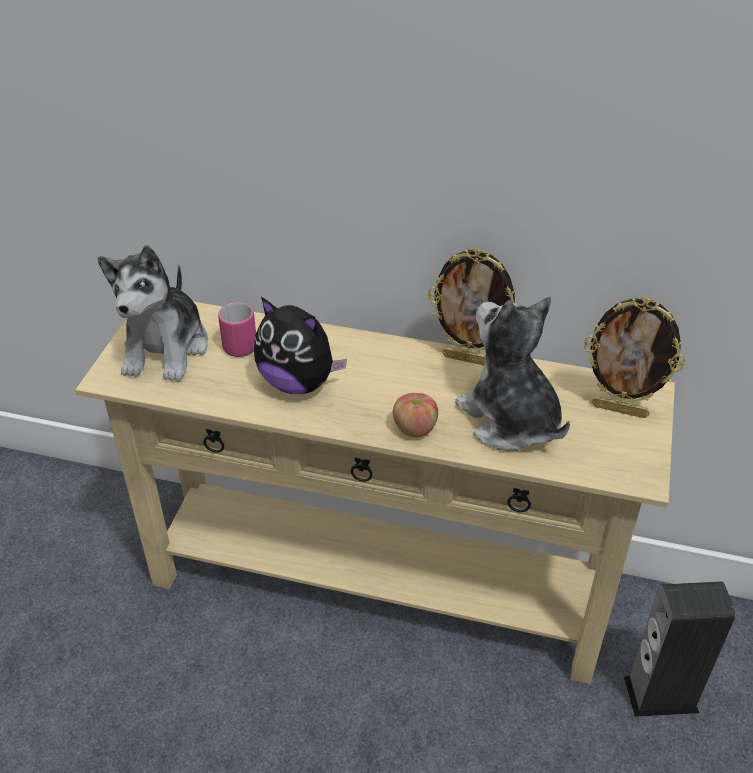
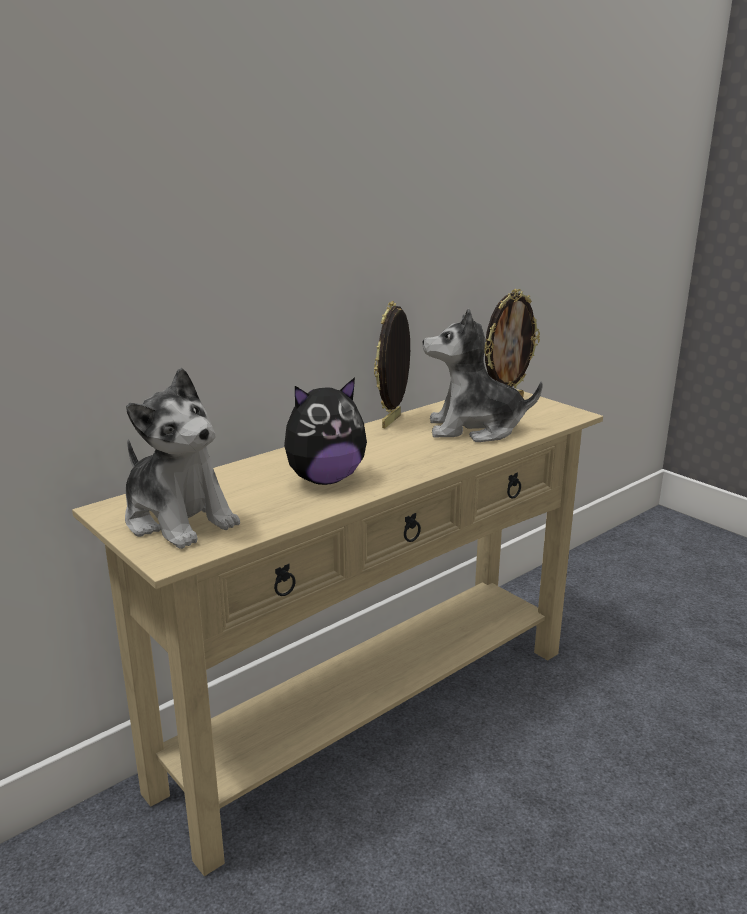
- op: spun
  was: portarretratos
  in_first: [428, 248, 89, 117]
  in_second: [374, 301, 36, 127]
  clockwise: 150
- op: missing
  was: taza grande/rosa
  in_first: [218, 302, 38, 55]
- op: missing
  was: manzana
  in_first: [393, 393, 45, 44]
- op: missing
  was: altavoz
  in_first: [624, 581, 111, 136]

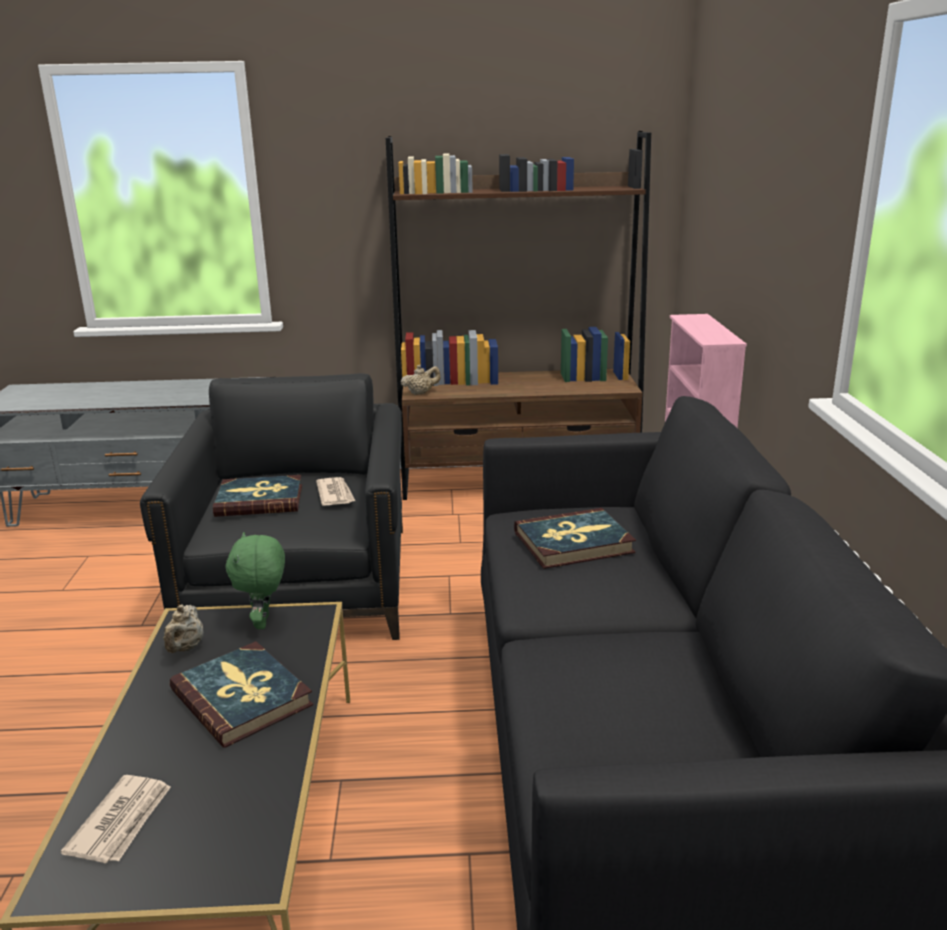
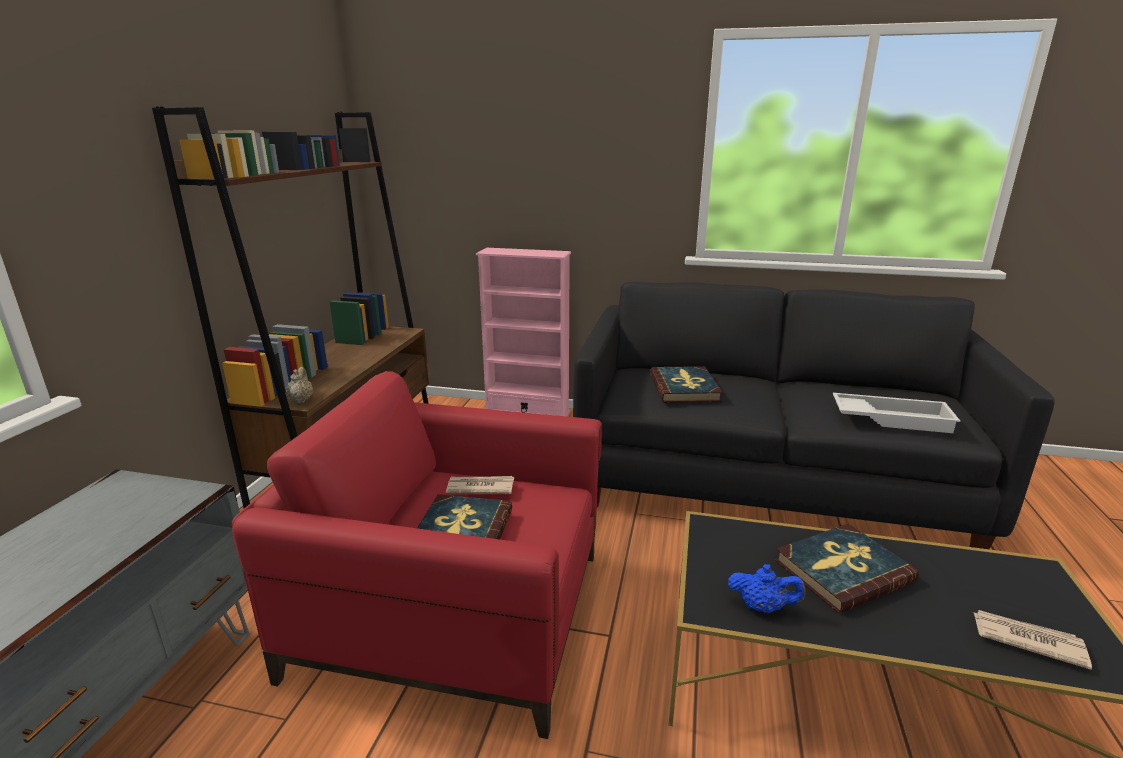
- op: colour
  was: sillón/negro
  now: sillón/rojo
  in_first: [140, 373, 263, 267]
  in_second: [232, 371, 370, 368]
- op: missing
  was: peluche/verde
  in_first: [226, 532, 59, 97]
- op: colour
  was: tetera/beis
  now: tetera/azul
  in_first: [163, 605, 40, 48]
  in_second: [728, 564, 77, 49]
- op: appeared
  now: bandeja/blanco
  in_second: [833, 393, 127, 40]

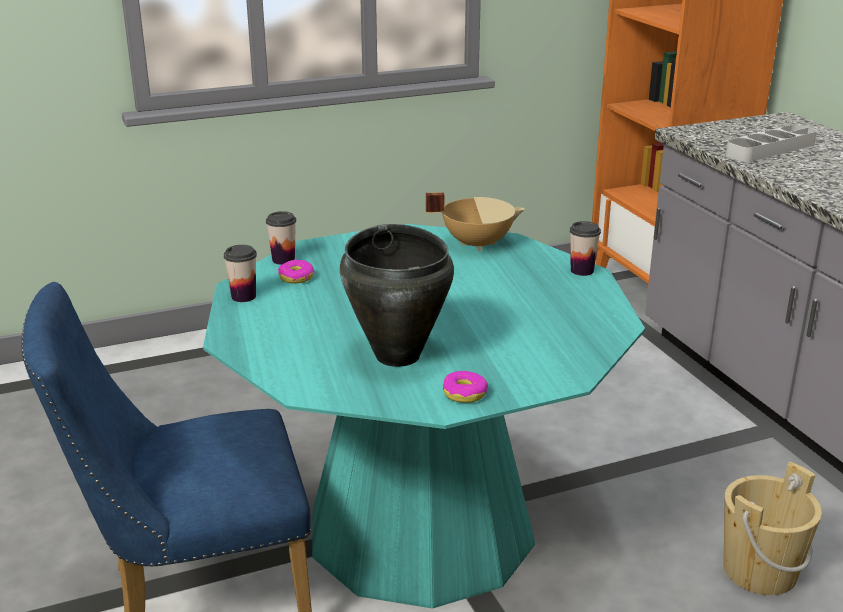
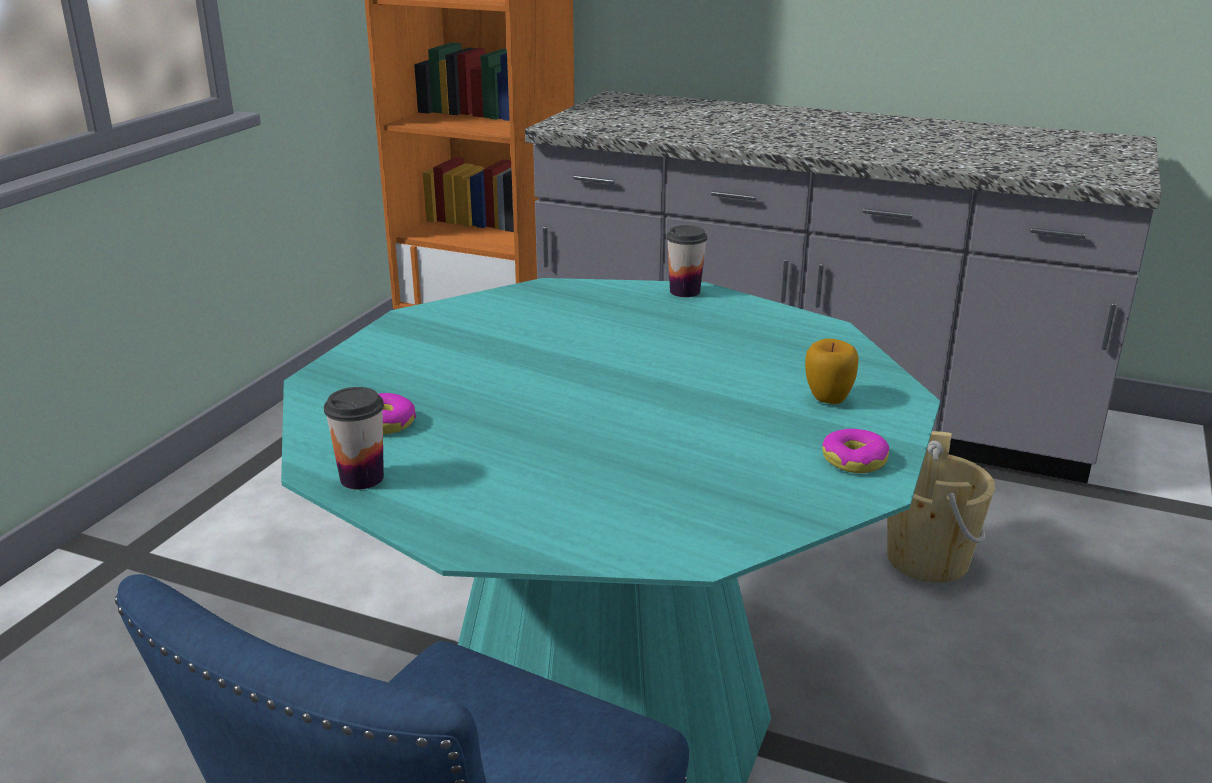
- op: missing
  was: bandeja/gris
  in_first: [726, 125, 91, 37]
- op: missing
  was: olla/beis
  in_first: [426, 192, 99, 59]
- op: missing
  was: taza
  in_first: [266, 211, 30, 54]
- op: missing
  was: olla/negro
  in_first: [340, 224, 114, 143]
- op: appeared
  now: manzana
  in_second: [805, 339, 53, 65]

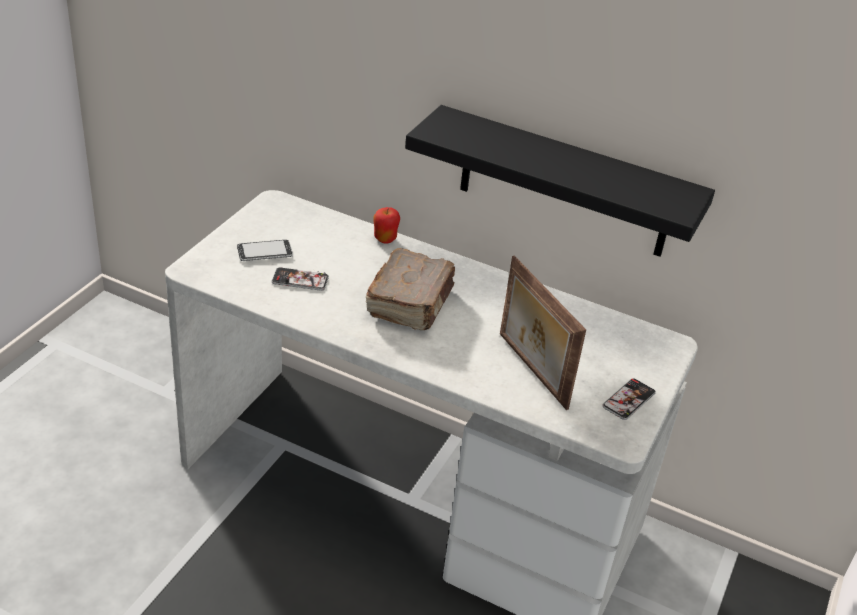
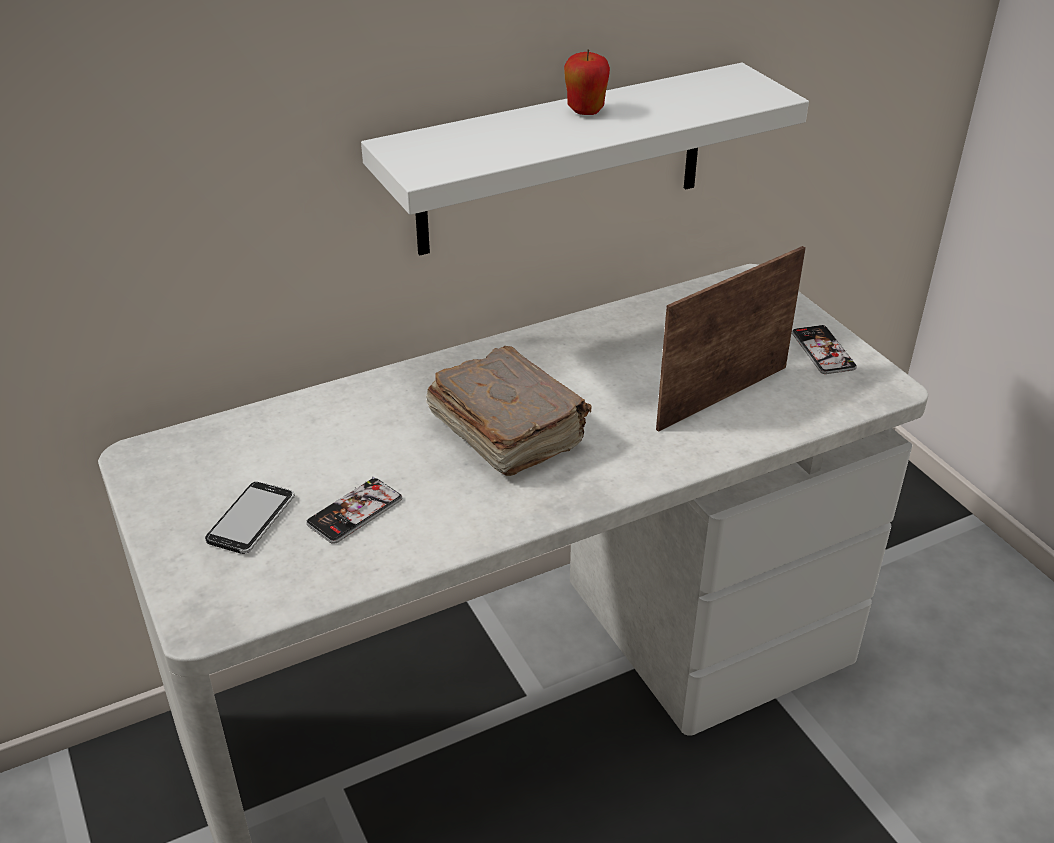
- op: colour
  was: estante/negro
  now: estante/blanco
  in_first: [405, 105, 310, 152]
  in_second: [361, 63, 448, 192]
- op: relocated
  was: manzana
  in_first: [373, 207, 27, 37]
  in_second: [564, 50, 46, 65]
- op: spun
  was: portarretratos
  in_first: [500, 256, 86, 154]
  in_second: [656, 246, 150, 186]
  clockwise: 135

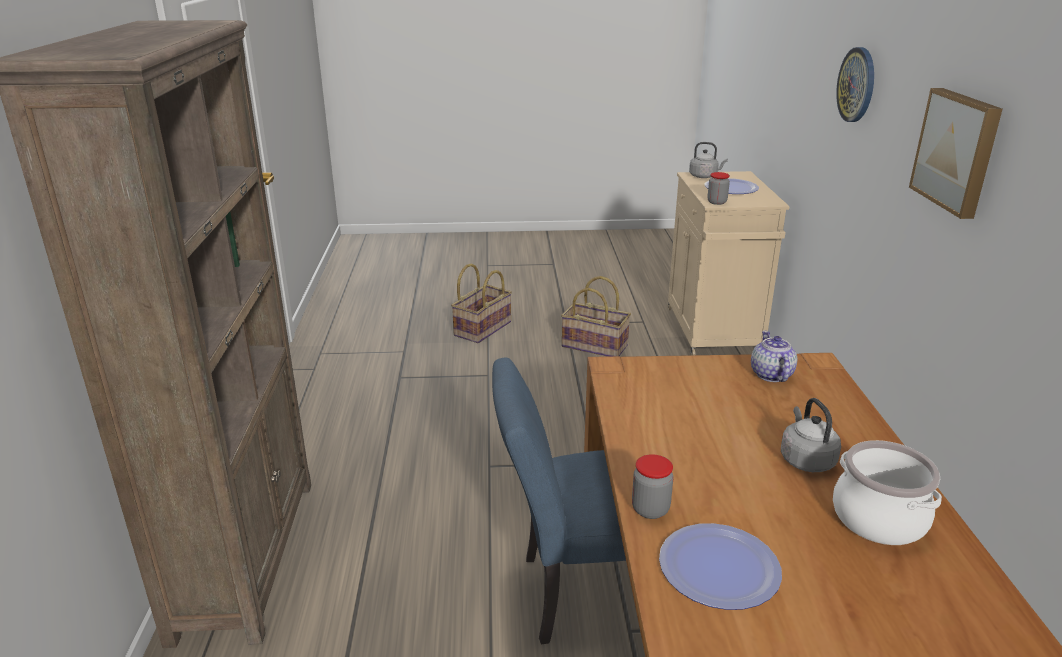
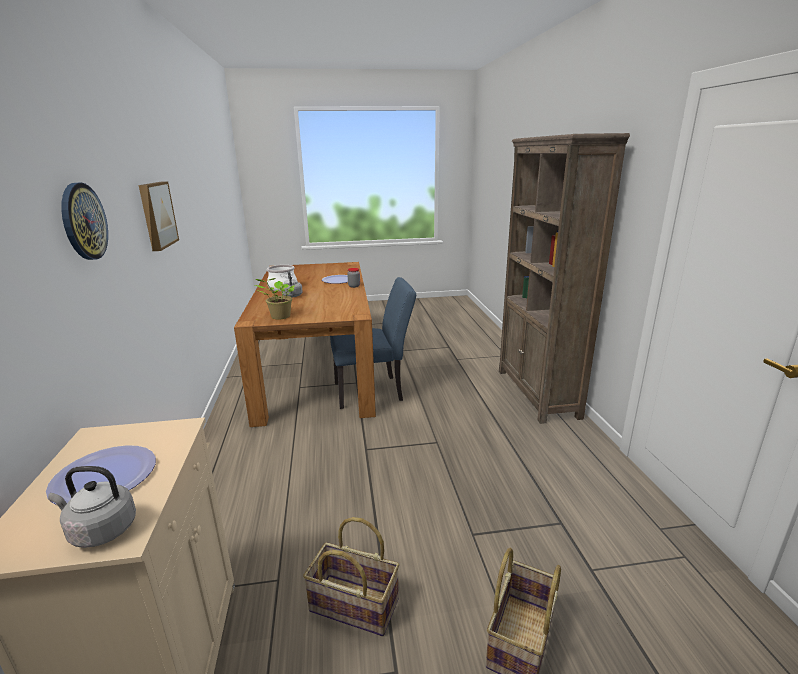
- op: missing
  was: tarro
  in_first: [707, 172, 23, 33]
- op: exchanged
  was: tetera
  now: planta en maceta
  in_first: [751, 331, 46, 51]
  in_second: [255, 278, 39, 42]

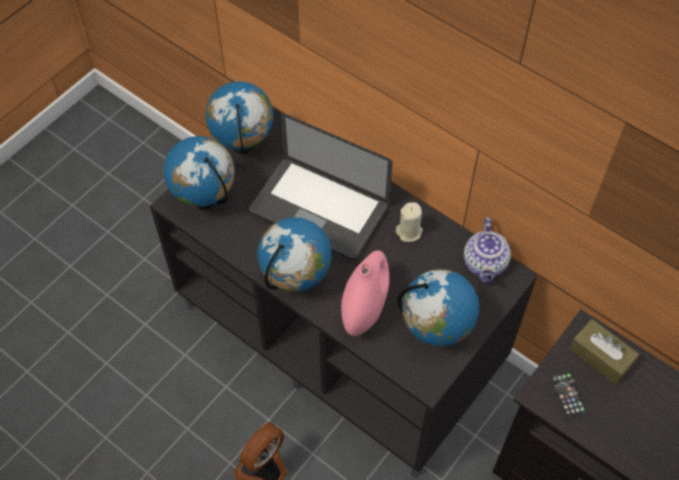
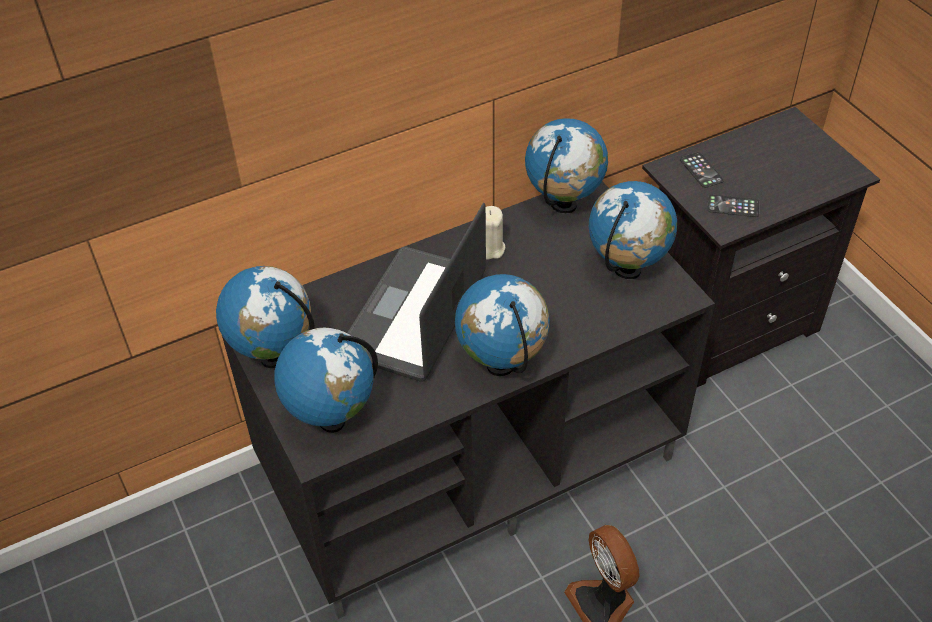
- op: spun
  was: portátil
  in_first: [249, 113, 144, 147]
  in_second: [347, 203, 139, 179]
  clockwise: 150
- op: exchanged
  was: tetera
  now: globo terráqueo
  in_first: [464, 217, 47, 66]
  in_second: [525, 118, 83, 96]
- op: missing
  was: florero/rosa
  in_first: [341, 250, 48, 86]
- op: exchanged
  was: caja de pañuelos/marrón
  now: móvil
  in_first: [569, 319, 70, 66]
  in_second: [680, 152, 44, 36]

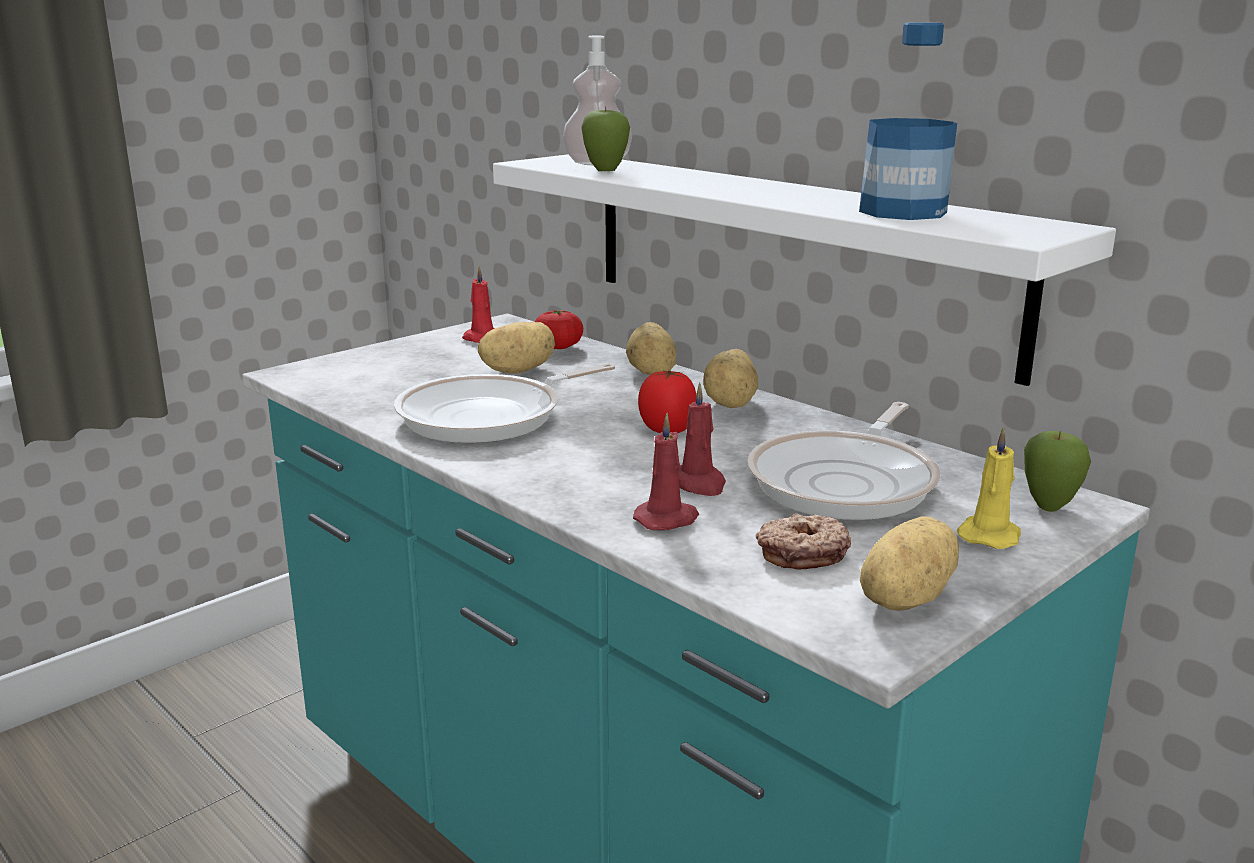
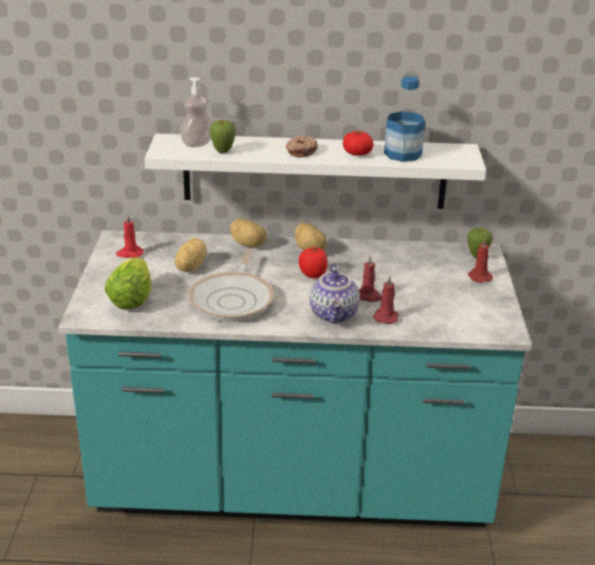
- op: relocated
  was: tomate
  in_first: [535, 310, 48, 39]
  in_second: [343, 131, 31, 25]
- op: missing
  was: sartén
  in_first: [747, 402, 194, 118]
- op: colour
  was: vela/amarillo
  now: vela/rojo
  in_first: [957, 427, 64, 122]
  in_second: [468, 237, 25, 46]
- op: relocated
  was: rosquilla
  in_first: [756, 513, 95, 57]
  in_second: [286, 136, 32, 21]
- op: missing
  was: patata
  in_first: [860, 517, 99, 94]
- op: appeared
  now: lechuga
  in_second: [105, 257, 46, 53]
- op: appeared
  now: tetera
  in_second: [310, 264, 50, 59]

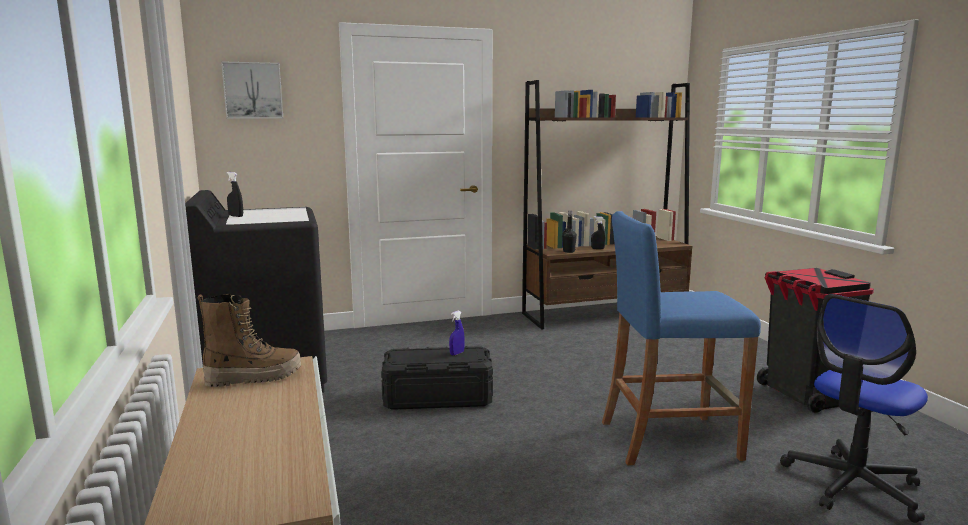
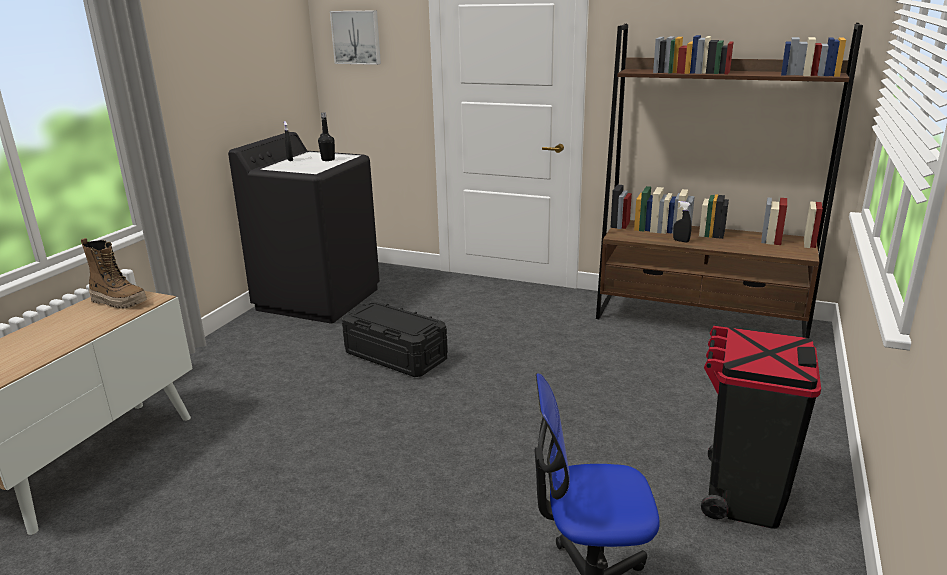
- op: relocated
  was: botella/negro
  in_first: [562, 211, 15, 42]
  in_second: [318, 113, 17, 48]
- op: missing
  was: taburete/azul
  in_first: [602, 211, 159, 254]
- op: missing
  was: pulverizador/azul
  in_first: [449, 311, 16, 45]

